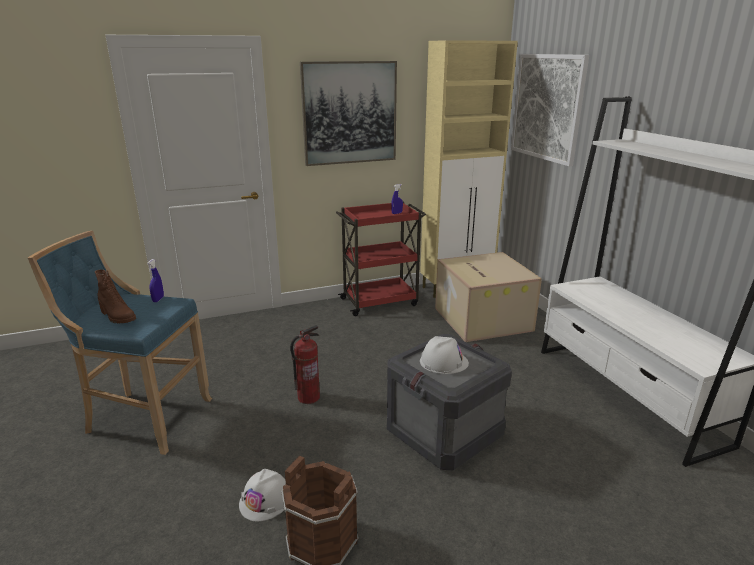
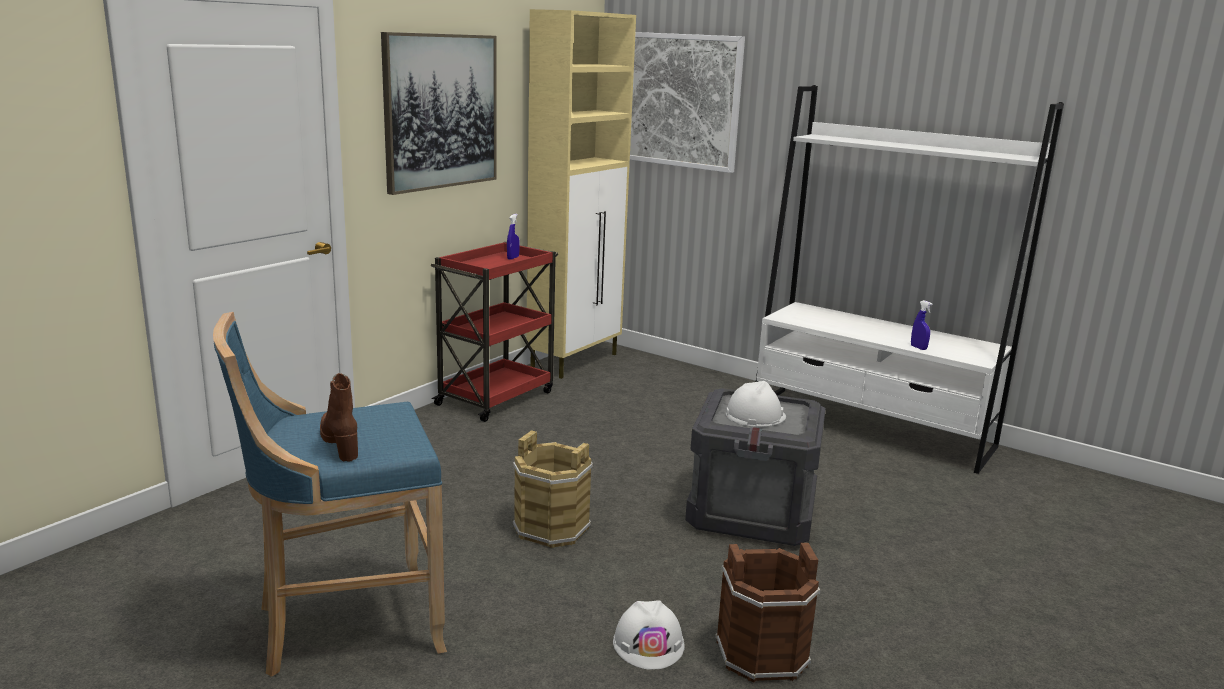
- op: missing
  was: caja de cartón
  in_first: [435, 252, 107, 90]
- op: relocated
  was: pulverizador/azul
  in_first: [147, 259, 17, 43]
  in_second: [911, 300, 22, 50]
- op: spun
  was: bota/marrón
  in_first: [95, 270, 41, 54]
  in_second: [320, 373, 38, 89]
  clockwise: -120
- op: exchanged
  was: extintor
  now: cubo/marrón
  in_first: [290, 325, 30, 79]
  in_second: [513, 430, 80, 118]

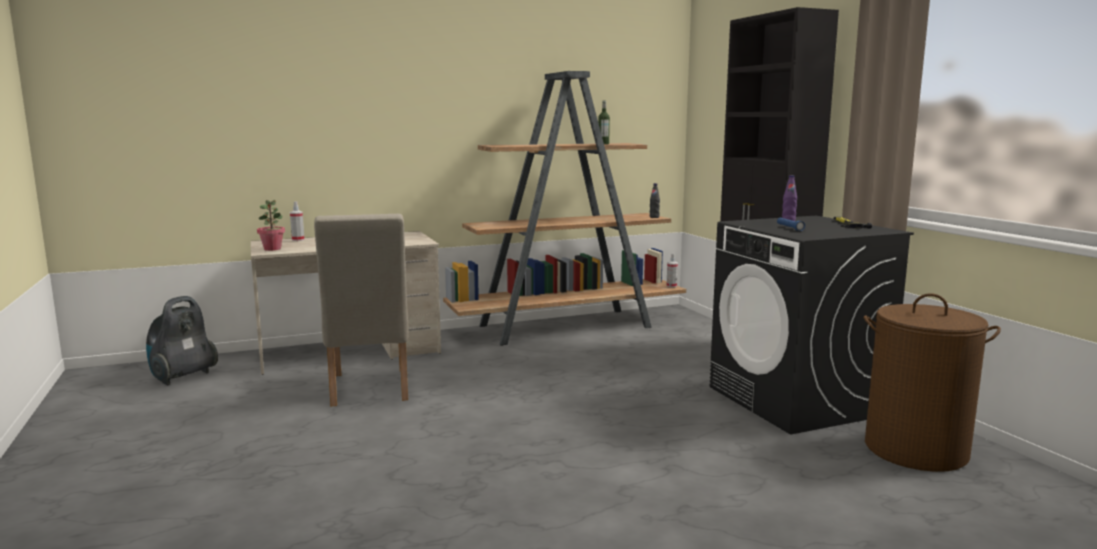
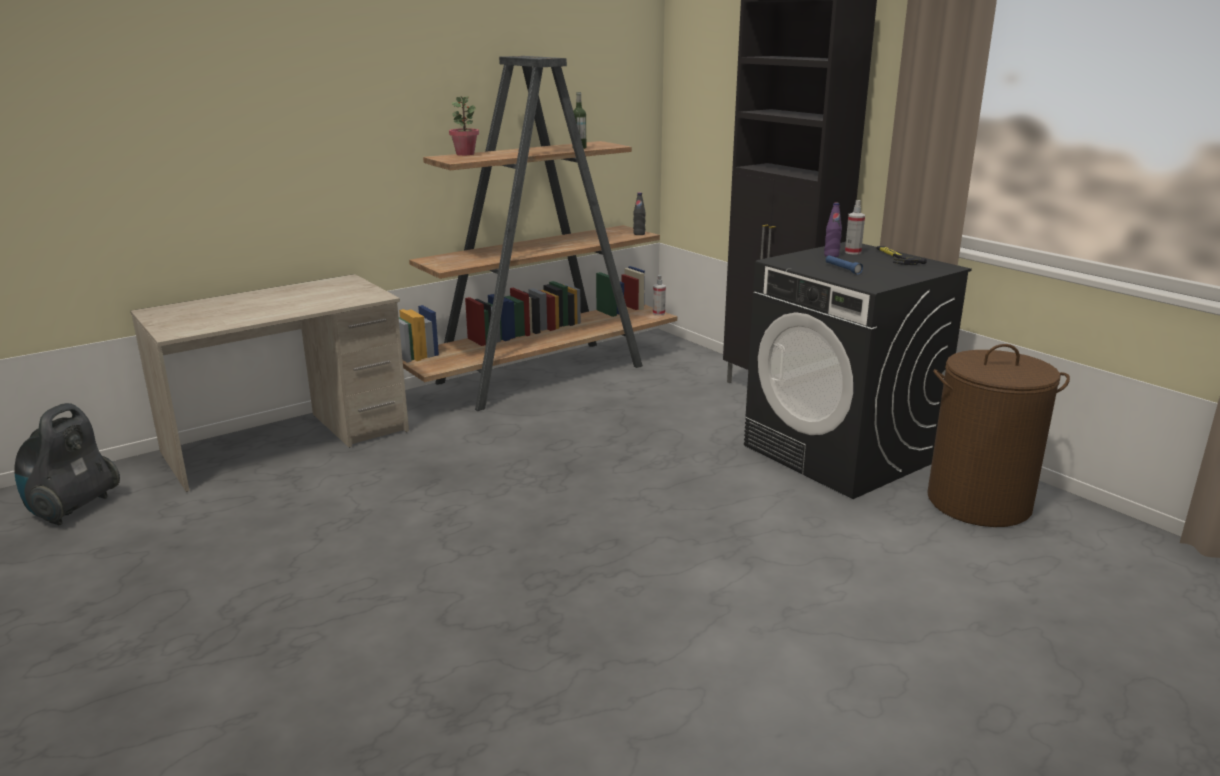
- op: relocated
  was: planta en maceta
  in_first: [257, 200, 28, 51]
  in_second: [449, 96, 30, 60]
- op: relocated
  was: pulverizador
  in_first: [290, 201, 15, 40]
  in_second: [845, 200, 20, 54]
- op: missing
  was: silla/beis
  in_first: [314, 214, 95, 193]

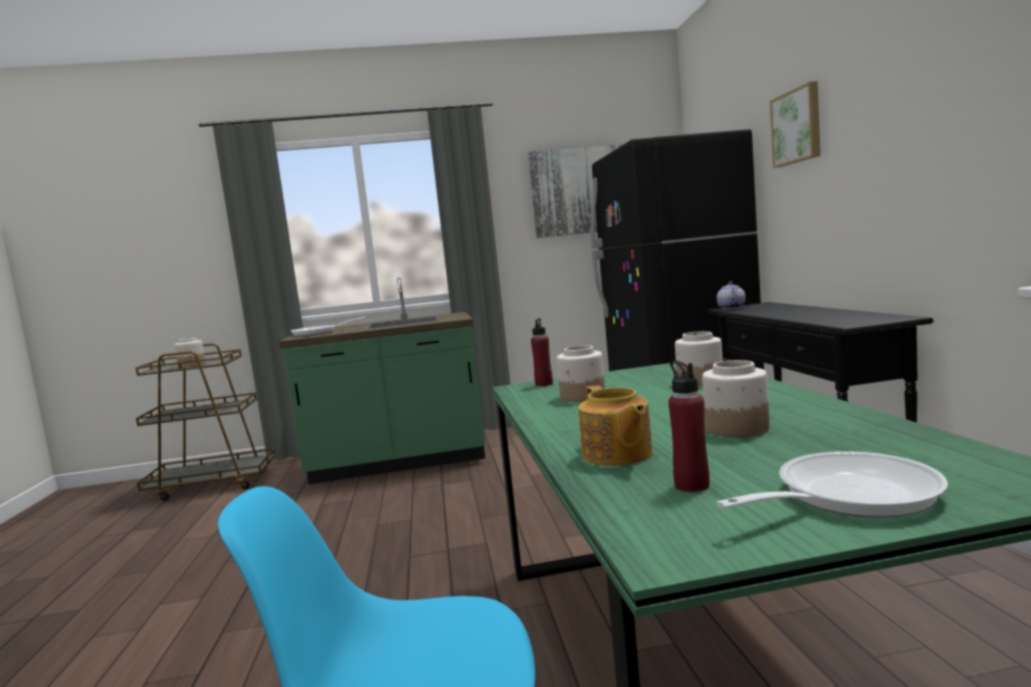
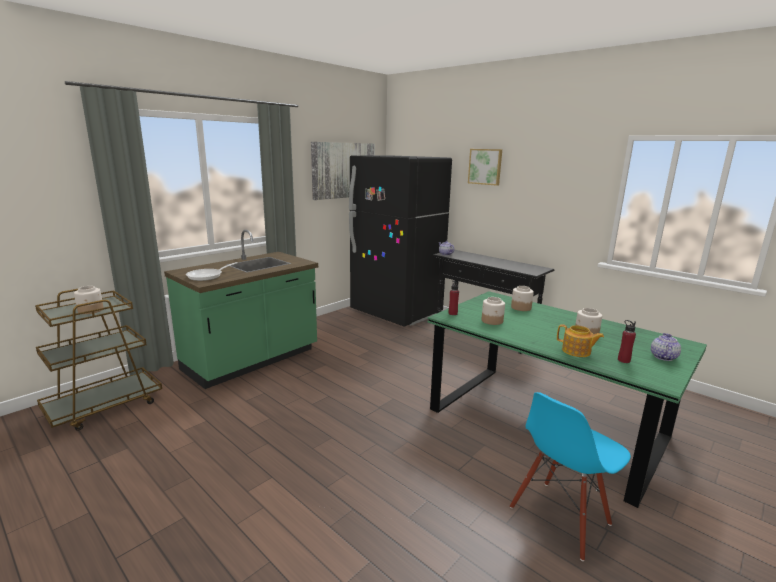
- op: exchanged
  was: sartén
  now: tetera
  in_first: [717, 451, 231, 67]
  in_second: [651, 333, 30, 28]

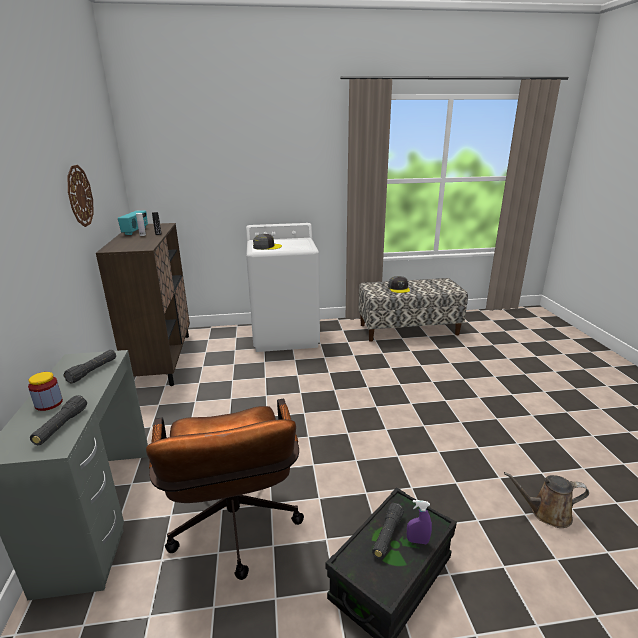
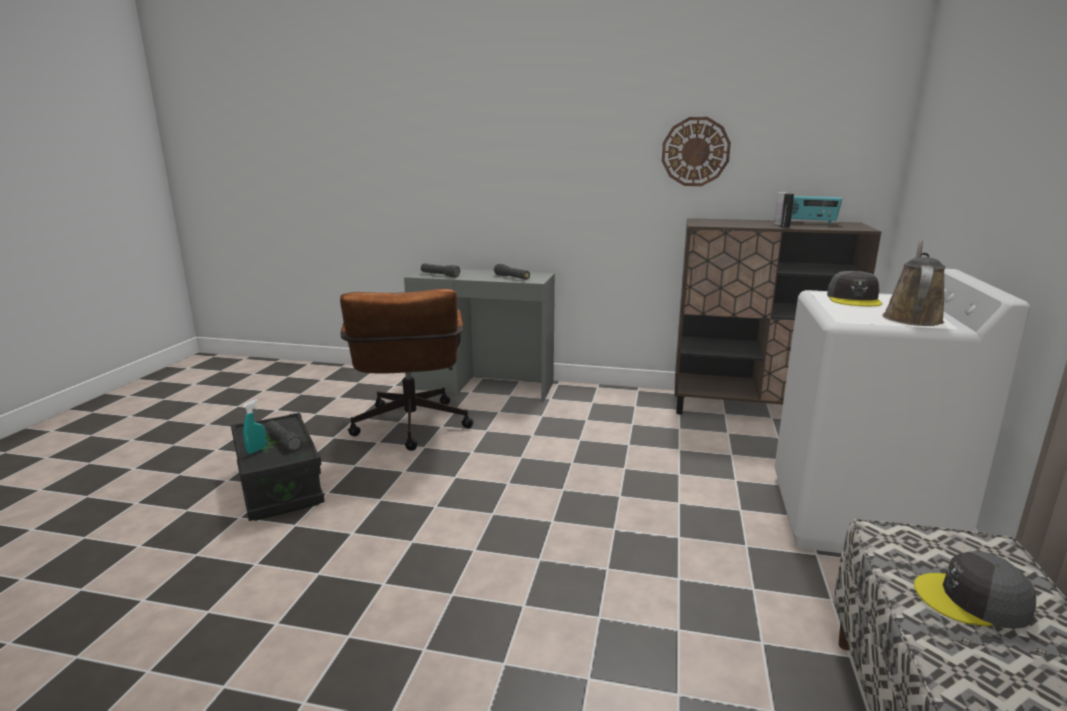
- op: missing
  was: tarro
  in_first: [28, 372, 35, 39]
- op: spun
  was: silla de oficina/marrón
  in_first: [146, 399, 158, 181]
  in_second: [340, 289, 133, 162]
  clockwise: -105
- op: relocated
  was: regadera/marrón
  in_first: [504, 472, 85, 56]
  in_second: [883, 240, 62, 86]
- op: colour
  was: pulverizador/morado
  now: pulverizador/turquesa
  in_first: [407, 500, 25, 44]
  in_second: [243, 399, 23, 55]

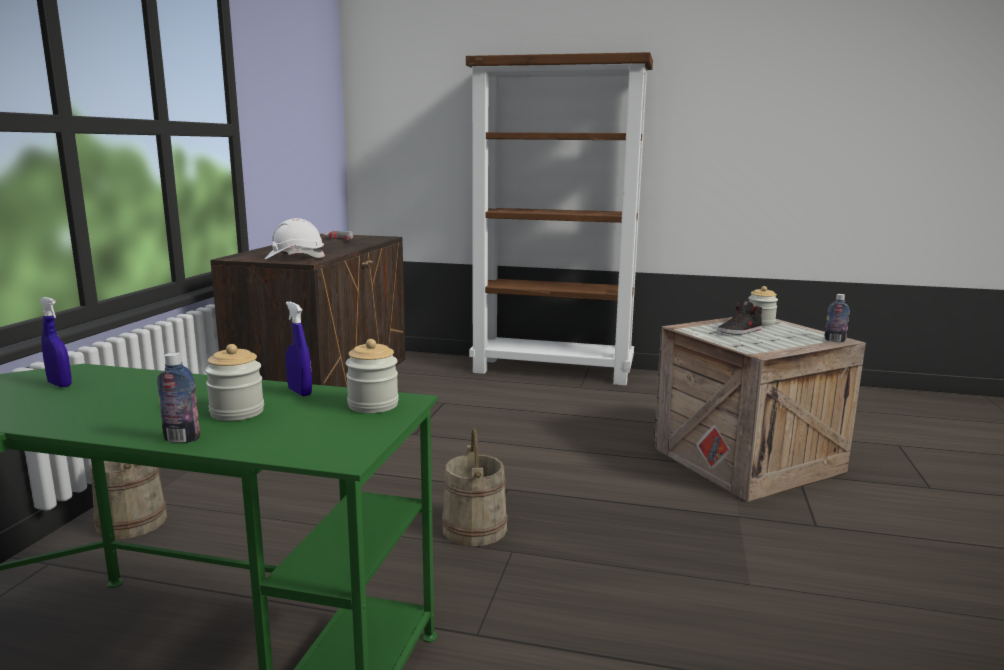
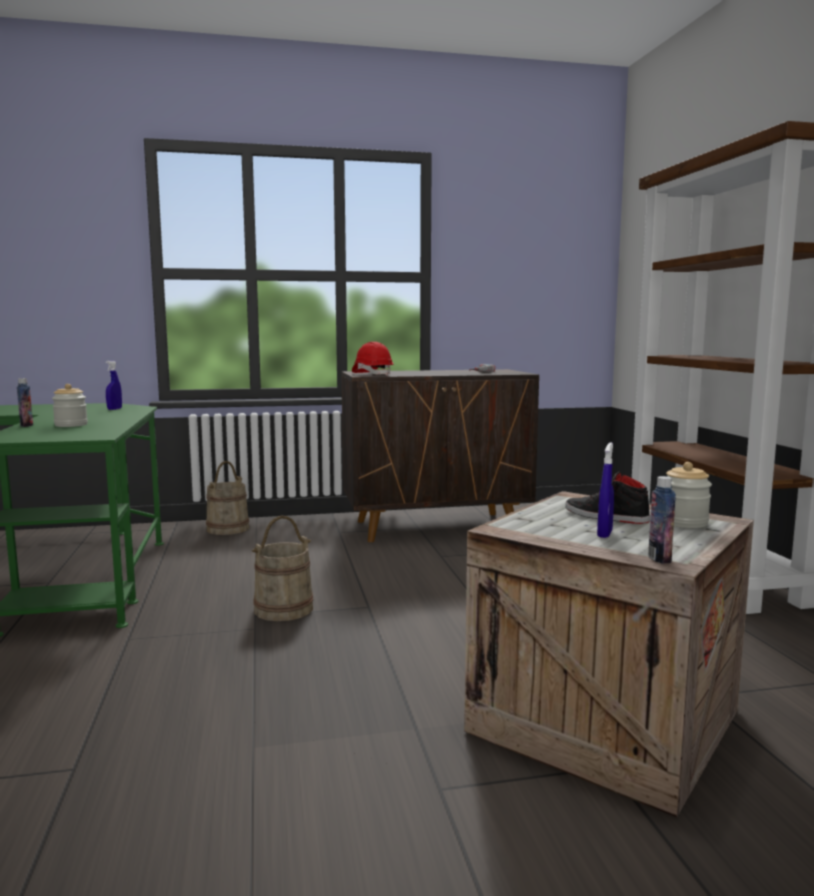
- op: colour
  was: casco/blanco
  now: casco/rojo
  in_first: [265, 218, 60, 41]
  in_second: [352, 342, 41, 34]
- op: relocated
  was: pulverizador/azul
  in_first: [285, 301, 27, 95]
  in_second: [597, 442, 17, 96]
- op: missing
  was: tarro
  in_first: [345, 339, 54, 74]

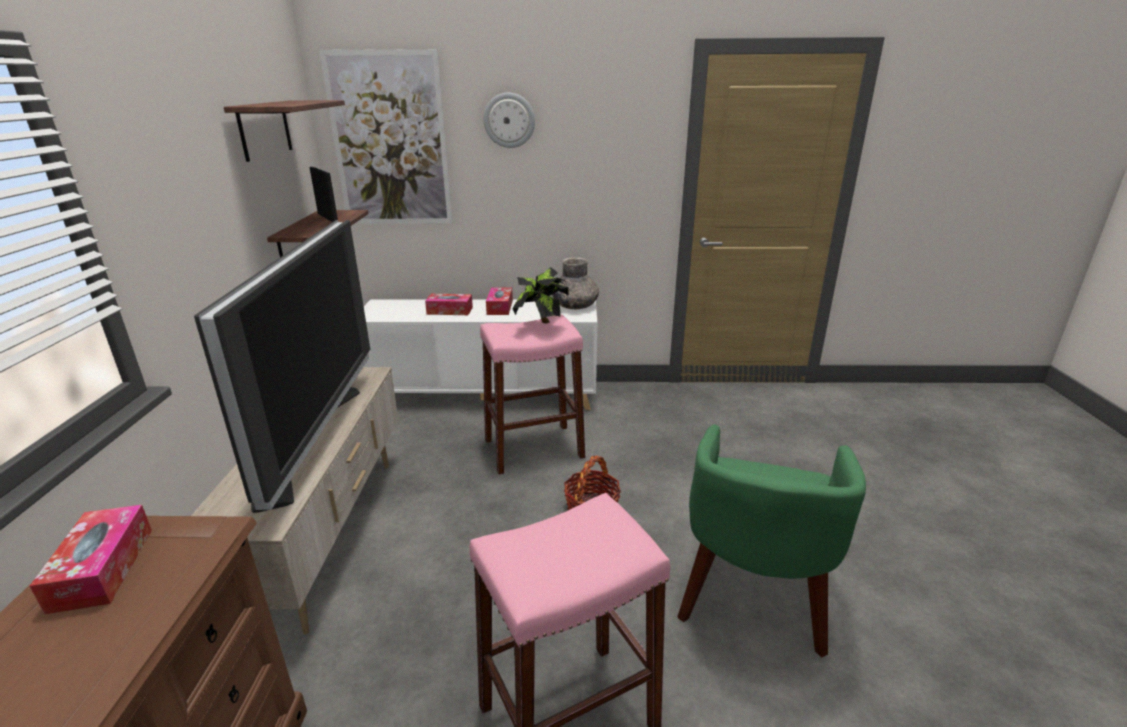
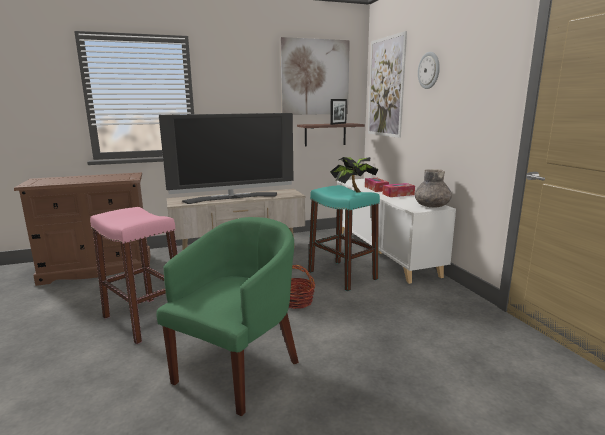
- op: exchanged
  was: estante
  now: cuadro
  in_first: [224, 100, 121, 62]
  in_second: [280, 37, 70, 78]
- op: colour
  was: taburete/rosa
  now: taburete/turquesa
  in_first: [480, 314, 105, 161]
  in_second: [308, 185, 72, 106]
- op: spun
  was: sillón/verde
  in_first: [677, 424, 189, 233]
  in_second: [156, 217, 143, 199]
  clockwise: 120
- op: missing
  was: caja de pañuelos
  in_first: [30, 505, 122, 109]

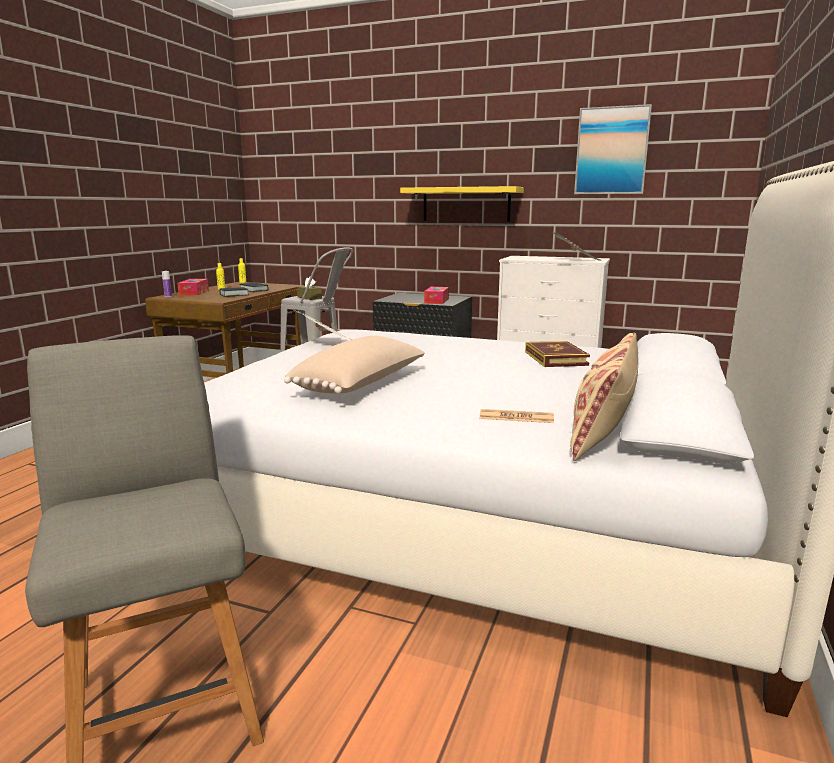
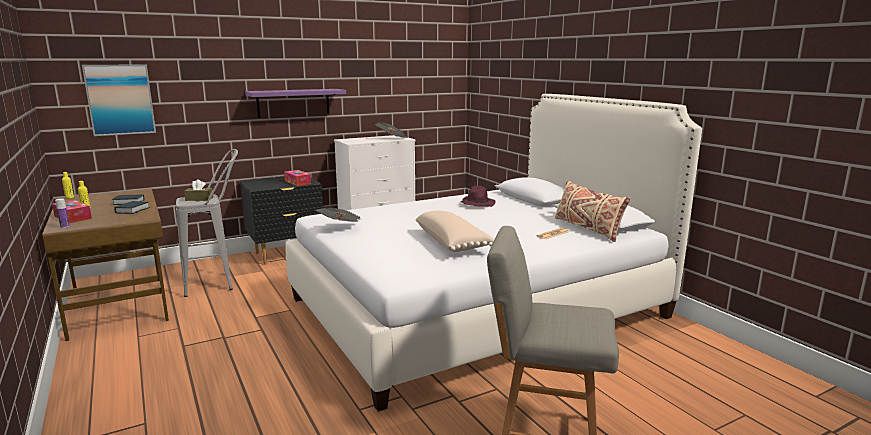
- op: relocated
  was: cuadro
  in_first: [574, 104, 78, 90]
  in_second: [82, 64, 74, 72]
- op: colour
  was: estante/amarillo
  now: estante/morado
  in_first: [400, 186, 124, 36]
  in_second: [245, 89, 101, 29]
- op: exchanged
  was: libro
  now: sombrero/morado
  in_first: [525, 341, 65, 26]
  in_second: [460, 185, 36, 22]

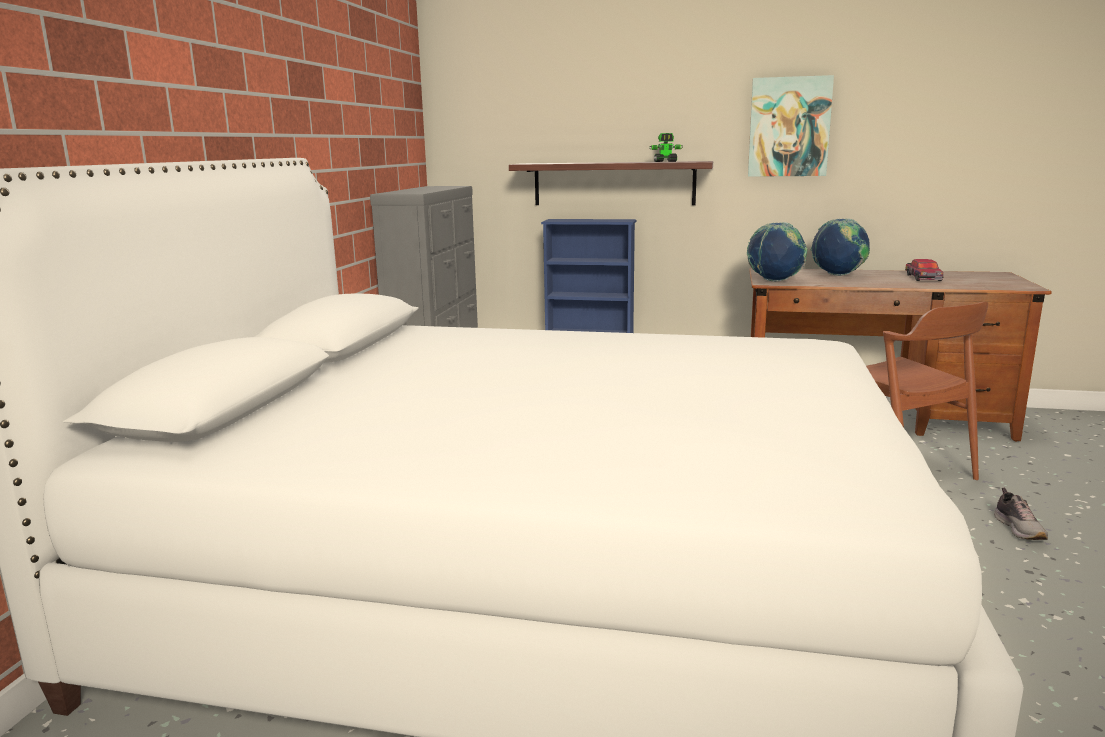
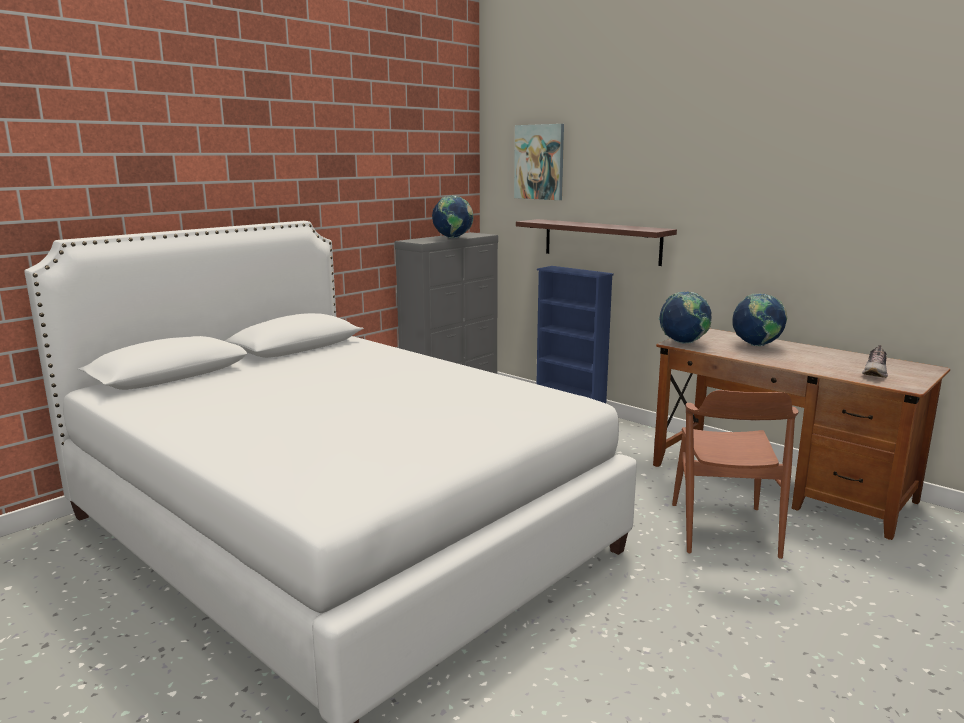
- op: relocated
  was: cuadro
  in_first: [748, 75, 86, 102]
  in_second: [514, 124, 50, 76]
- op: missing
  was: robot de juguete
  in_first: [649, 133, 34, 29]
- op: missing
  was: coche de juguete
  in_first: [905, 259, 38, 22]
- op: relocated
  was: zapato
  in_first: [994, 488, 54, 52]
  in_second: [862, 345, 26, 33]
- op: appeared
  now: globo terráqueo
  in_second: [432, 195, 42, 44]

